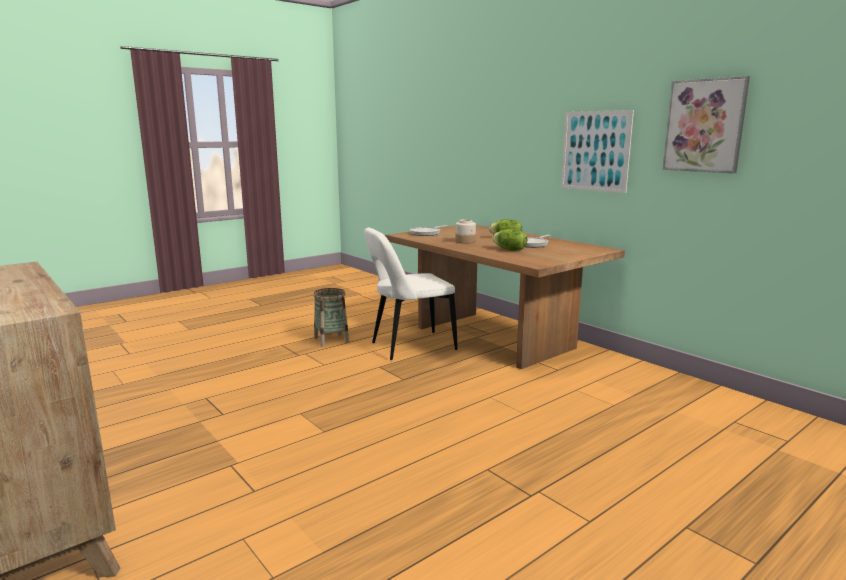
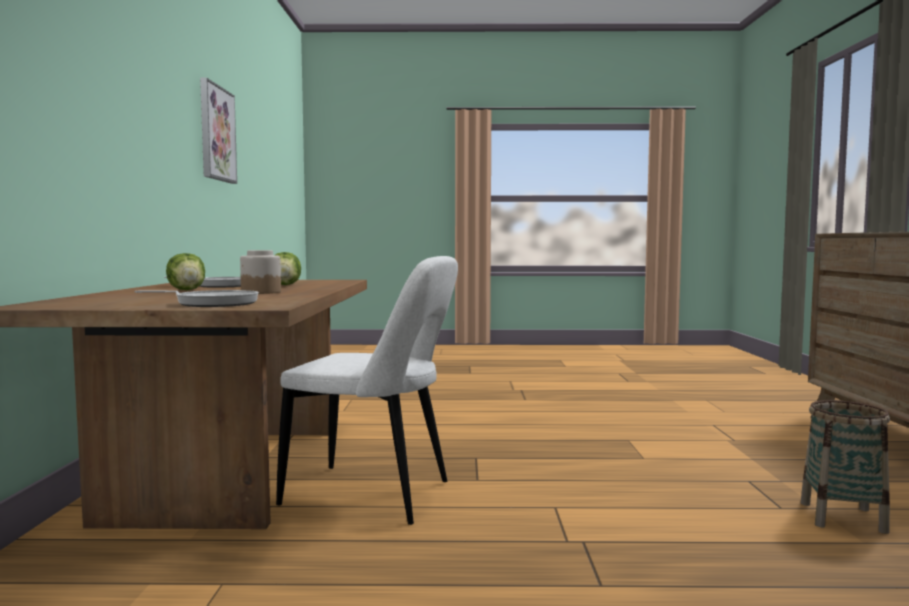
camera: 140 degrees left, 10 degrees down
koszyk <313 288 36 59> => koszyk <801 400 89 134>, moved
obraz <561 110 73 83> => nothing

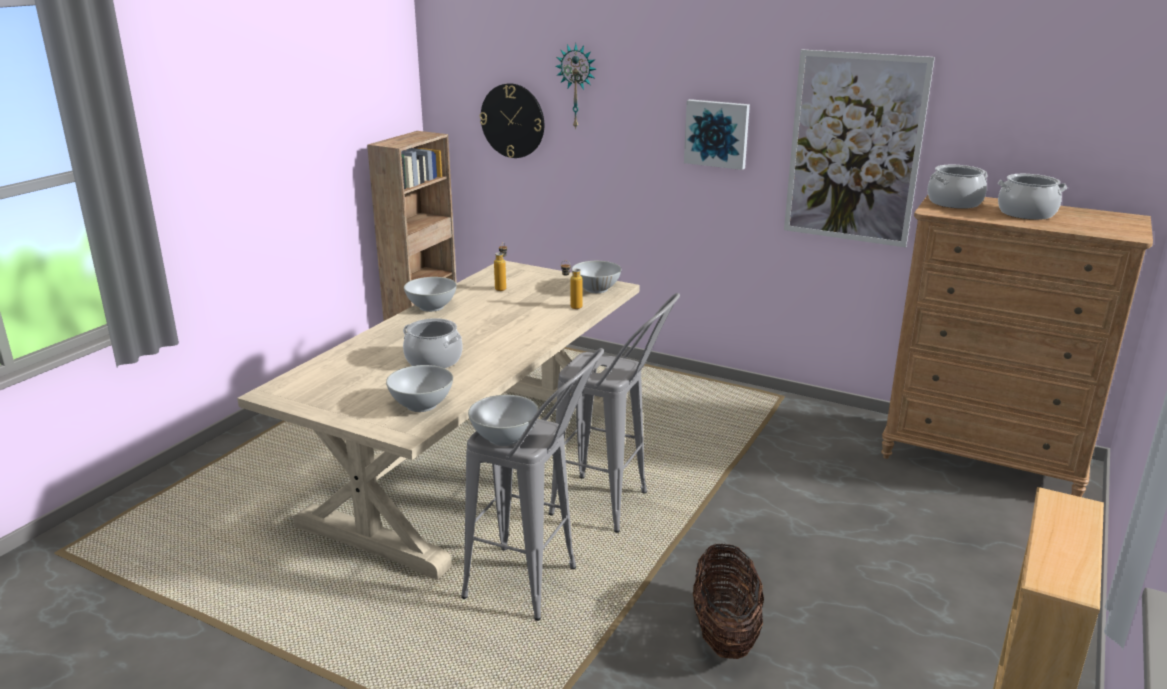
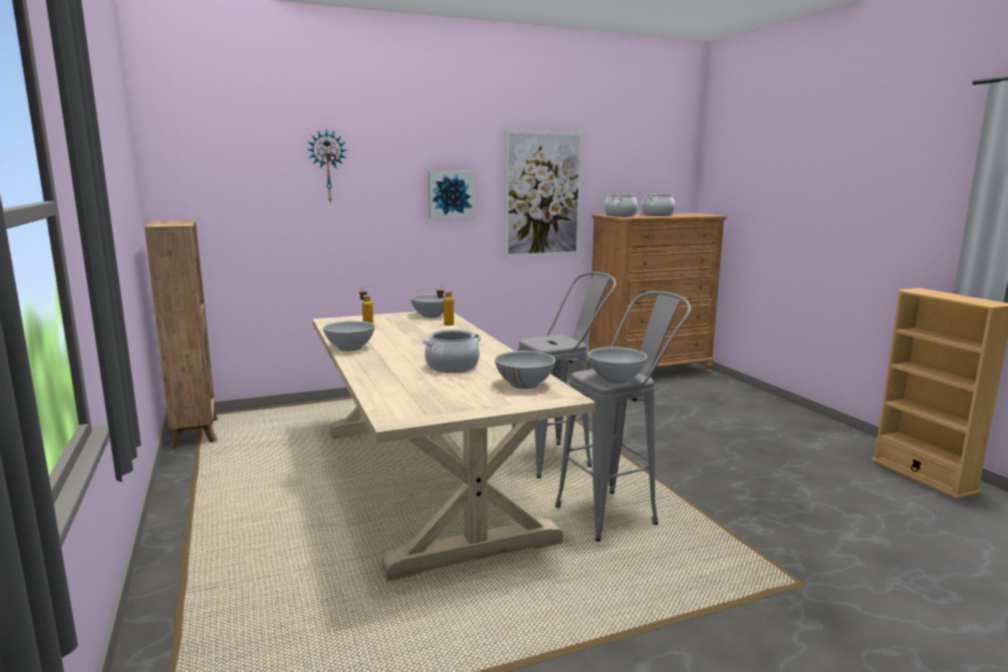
camera: 50 degrees left, 10 degrees down
zegar ścienny <480 83 64 75> => nothing
koszyk <693 543 71 116> => nothing

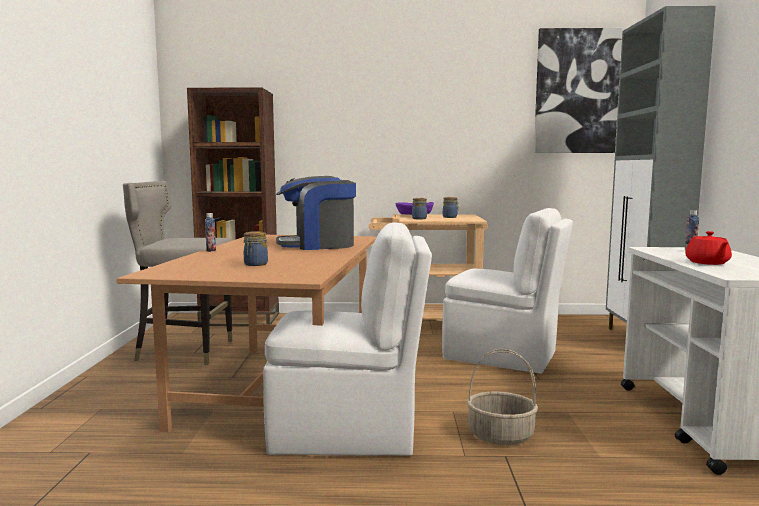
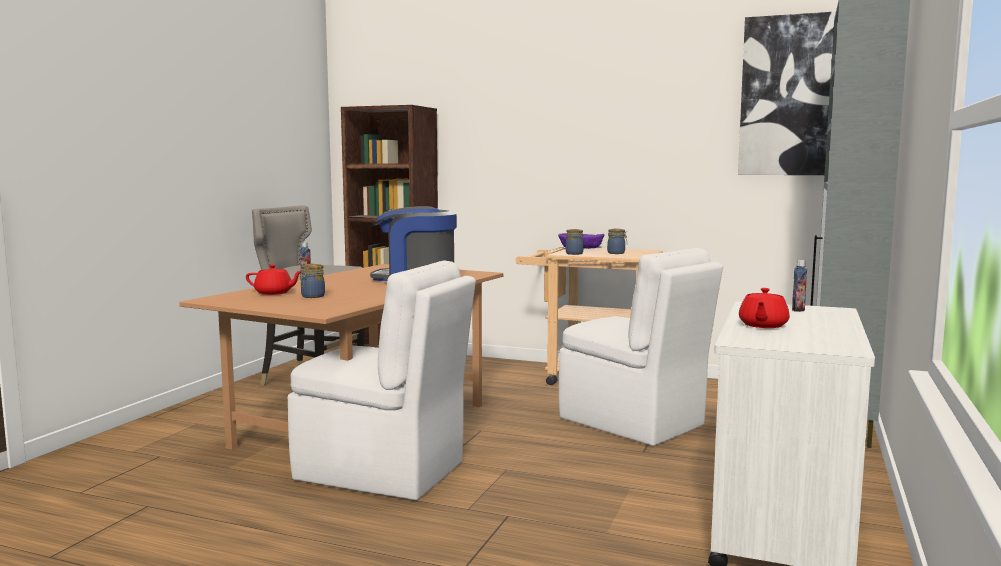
camera: 20 degrees right, 0 degrees up
nothing => imbryk (czerwony) <246 265 56 30>
koszyk <467 349 71 96> => nothing

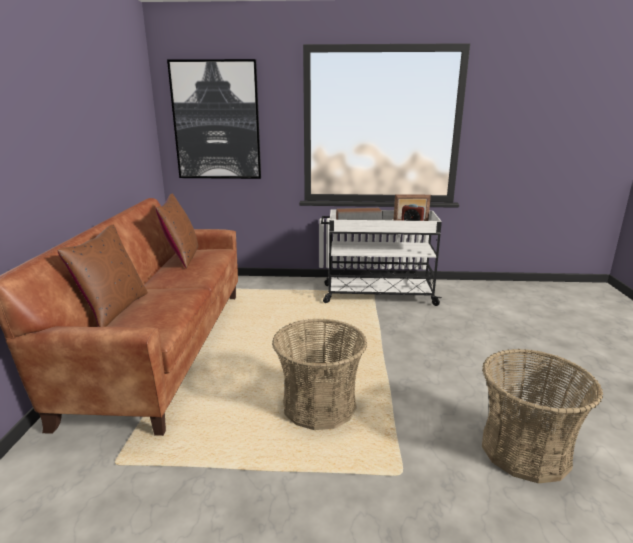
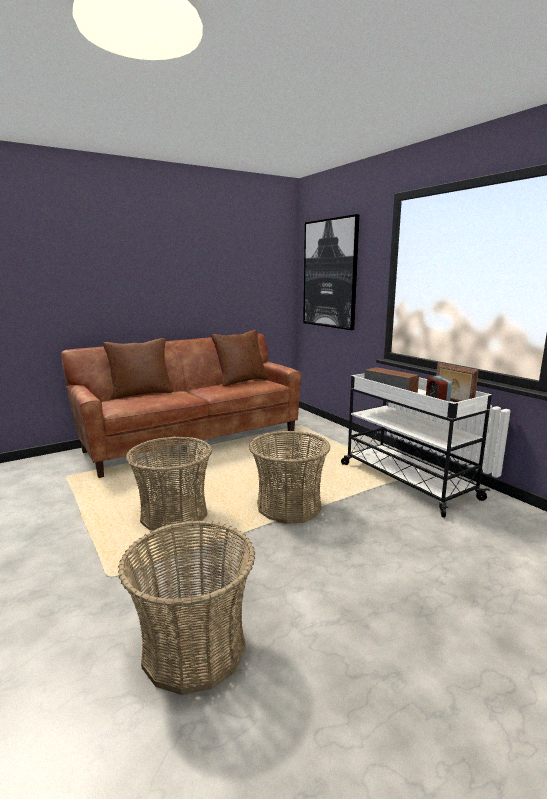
camera: 55 degrees right, 5 degrees down
nothing => koszyk <249 431 81 93>

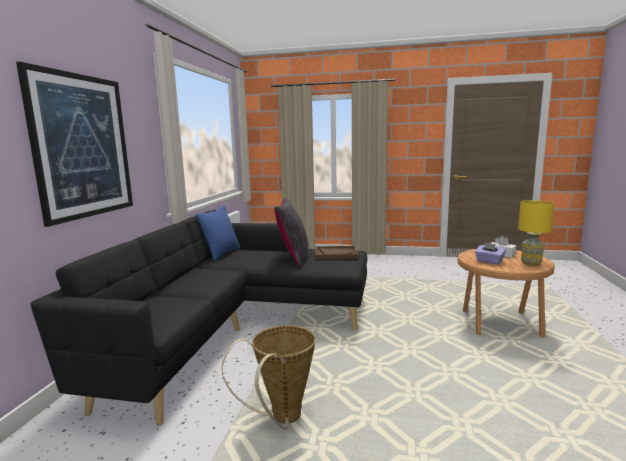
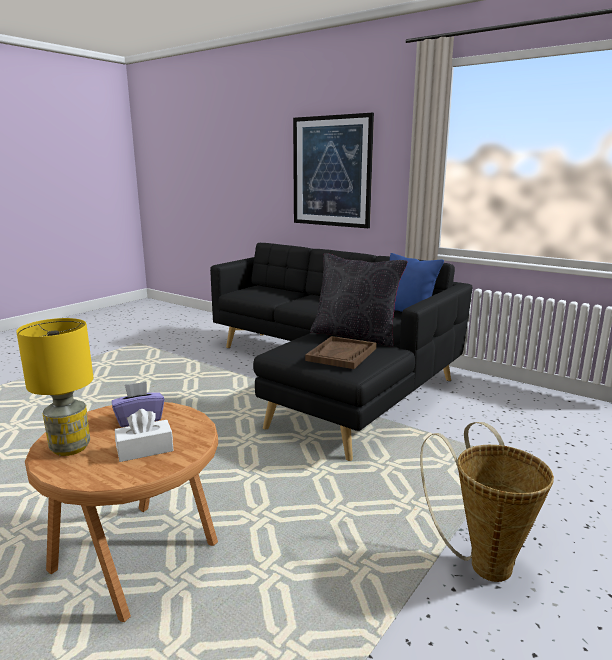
camera: 115 degrees right, 5 degrees up
koszyk <222 325 94 104> => koszyk <420 422 134 160>, moved

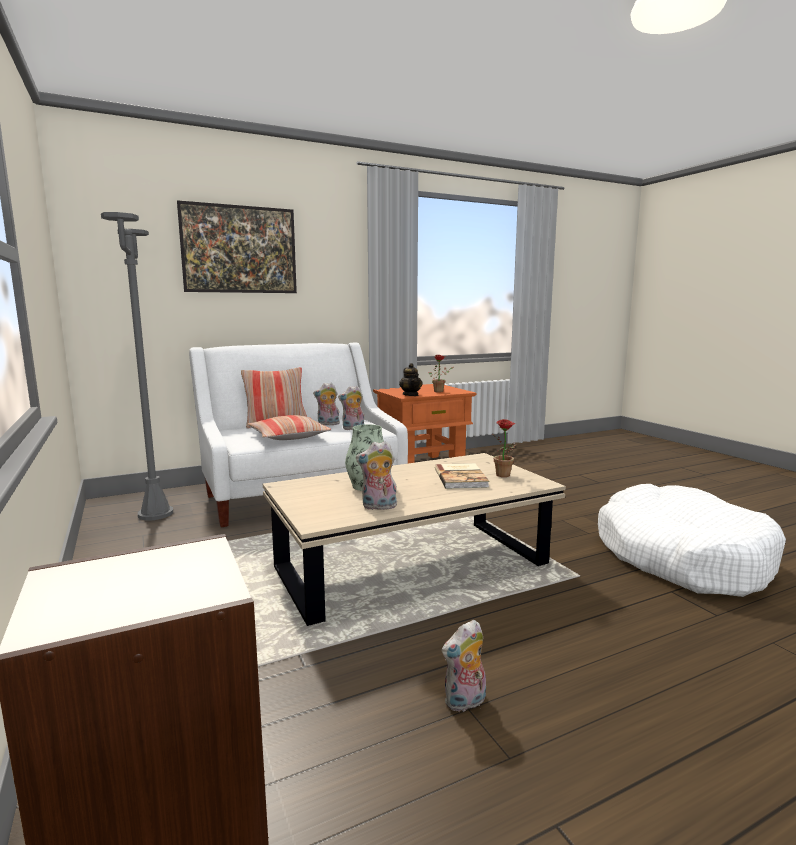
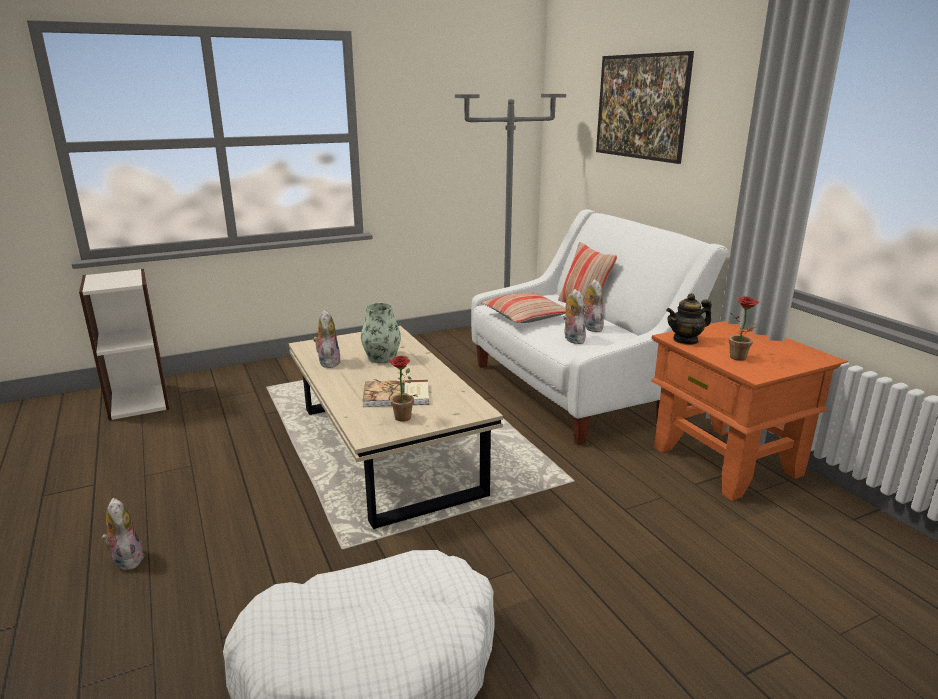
camera: 90 degrees right, 10 degrees up
pluszak <442 620 44 92> => pluszak <101 498 42 73>, moved

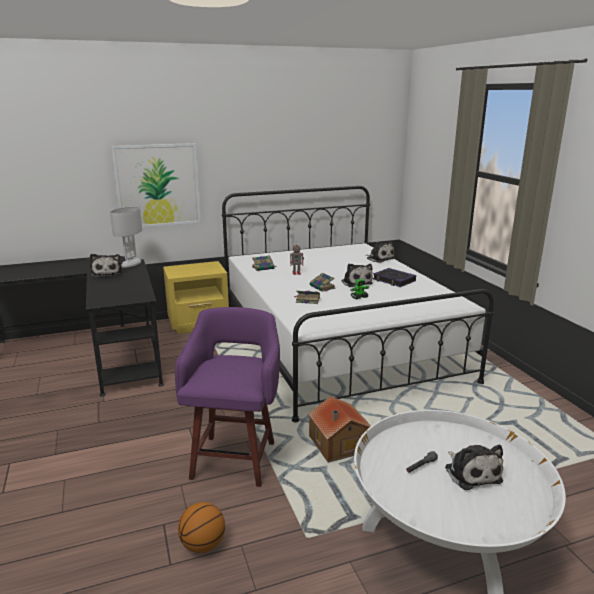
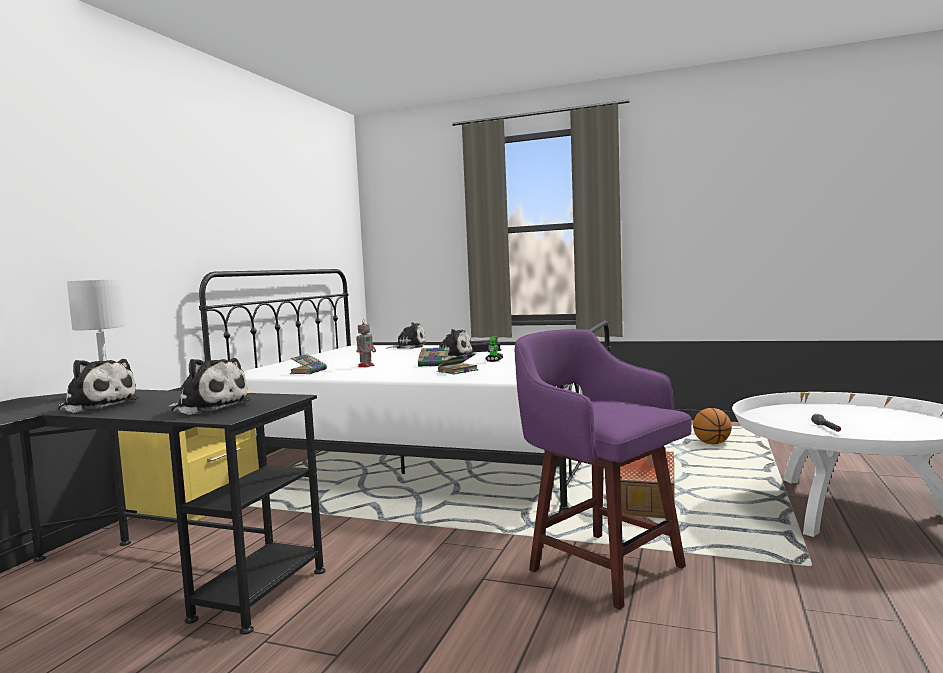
camera: 50 degrees left, 15 degrees down
pluszak <445 445 58 45> => pluszak <169 358 82 57>, moved
piłka do koszykówki <178 502 47 51> => piłka do koszykówki <693 408 39 36>, moved
obraz <111 143 90 84> => nothing

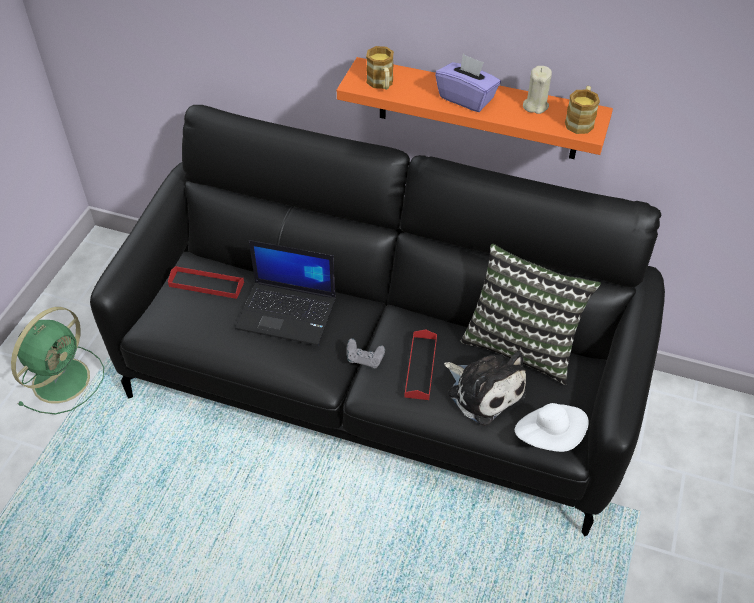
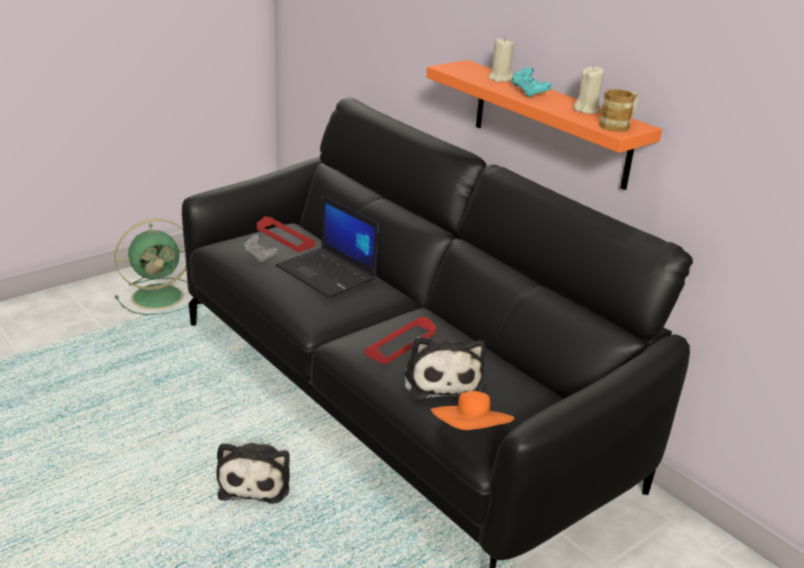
camera: 30 degrees right, 20 degrees down
nothing => pluszak <216 443 74 61>
pad do gier (szary) <347 338 38 31> => pad do gier (szary) <243 234 36 29>, moved
kapelusz (biały) <515 403 74 49> => kapelusz (pomarańczowy) <431 391 83 39>
nothing => świeca (beżowy) <488 37 27 45>
pudełko chusteczek (fioletowy) <435 54 66 58> => pad do gier (turkusowy) <511 67 41 30>
kubek <366 46 28 44> => nothing
poduszka <460 244 141 141> => nothing

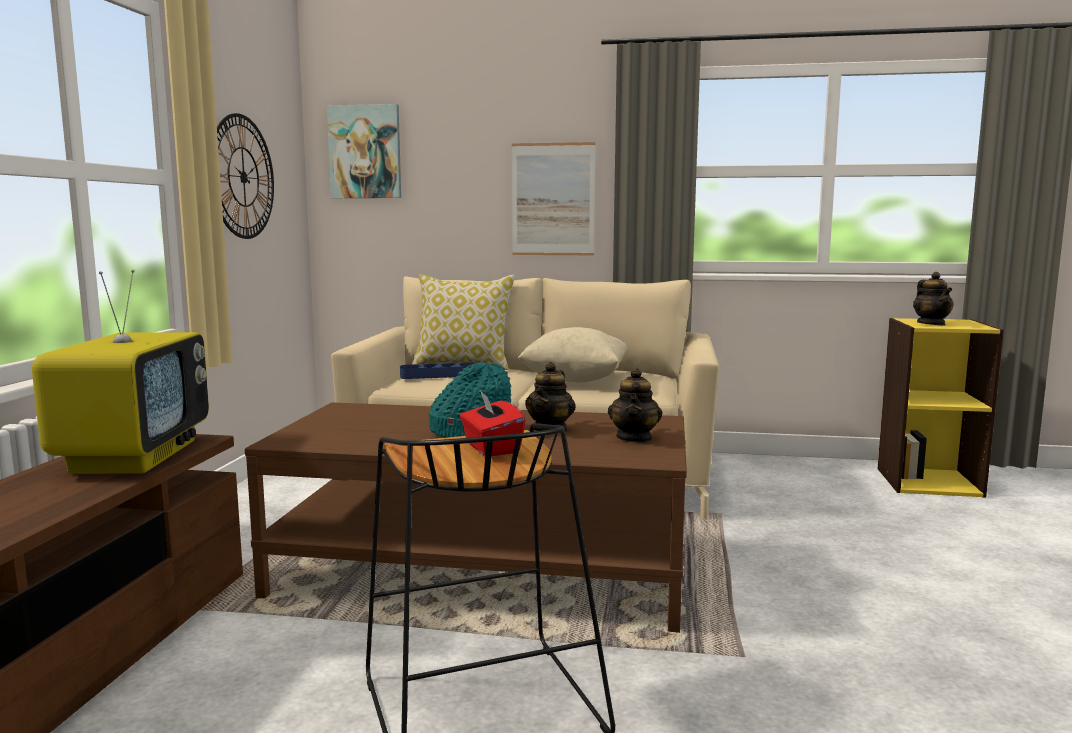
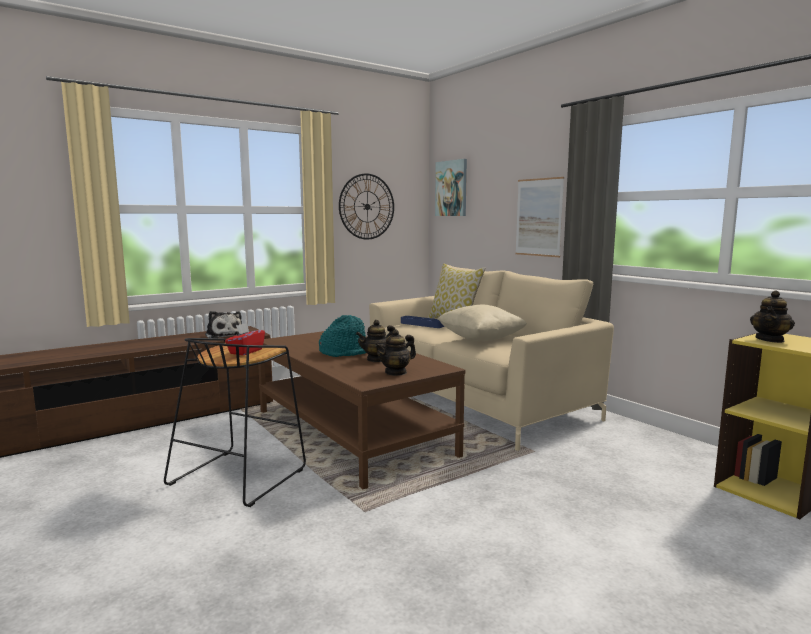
camera: 45 degrees right, 0 degrees up
telewizor <32 270 177 204> => pluszak <205 311 37 27>

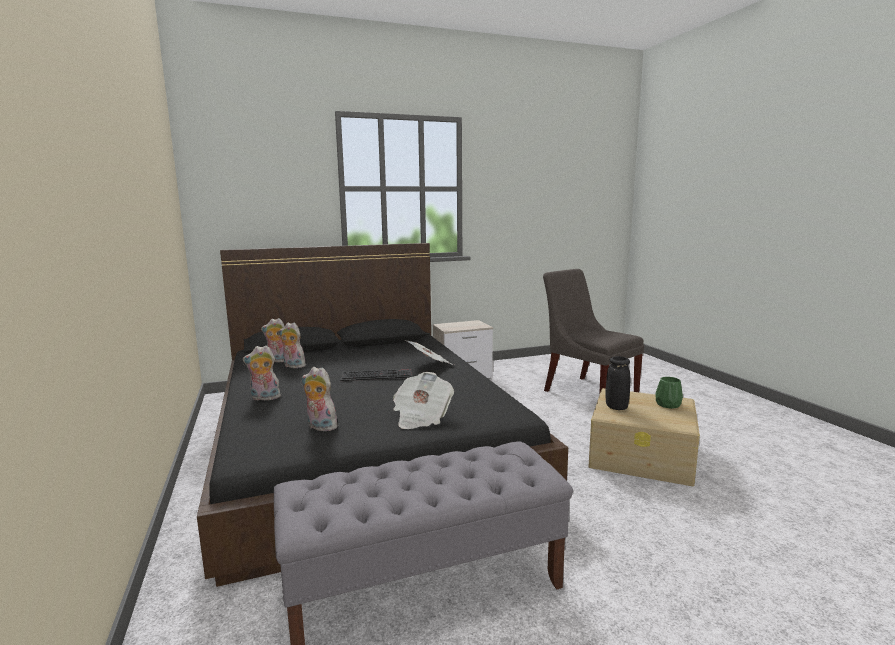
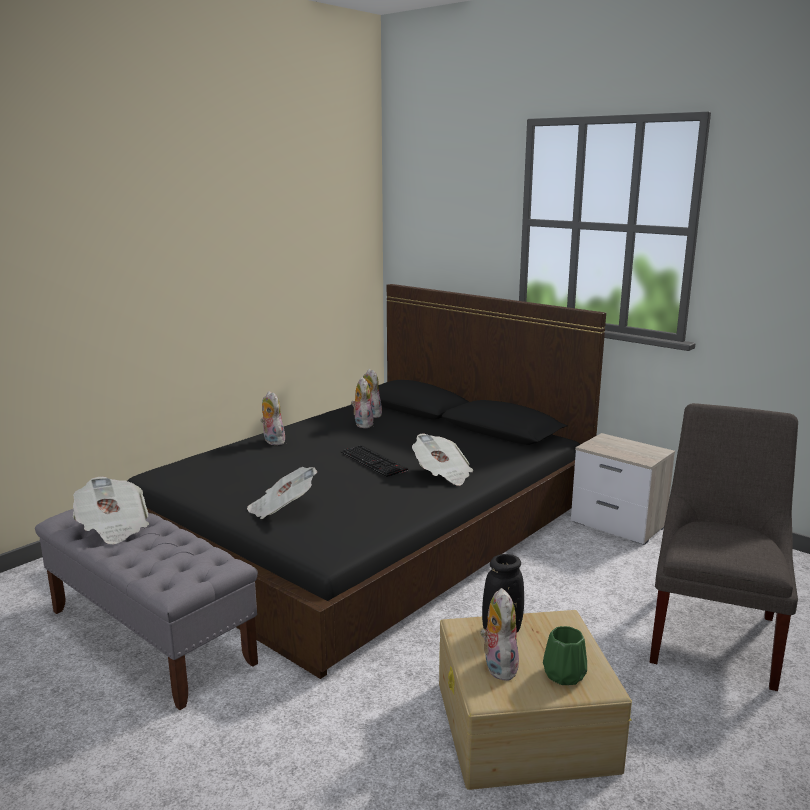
camera: 60 degrees right, 5 degrees up
nothing => gazeta <73 476 76 69>
pluszak <302 367 36 64> => pluszak <480 588 40 93>, moved

